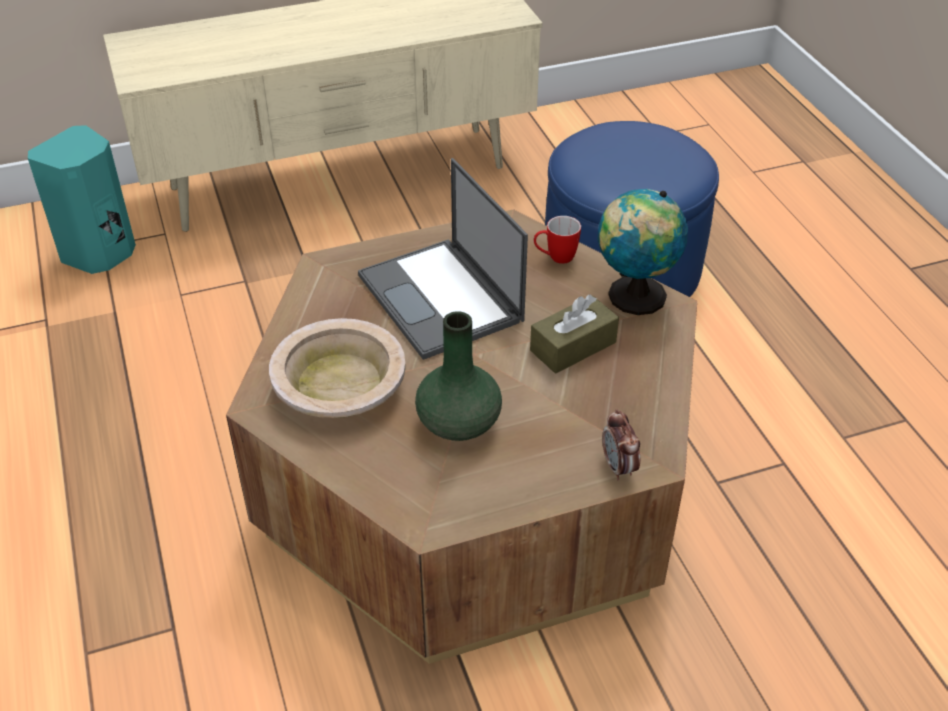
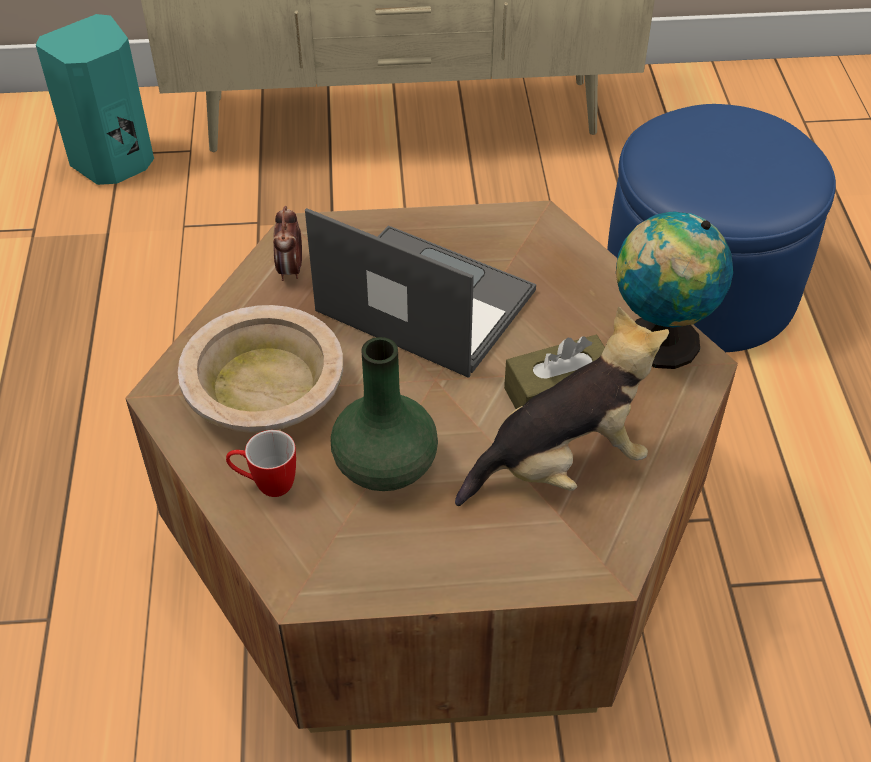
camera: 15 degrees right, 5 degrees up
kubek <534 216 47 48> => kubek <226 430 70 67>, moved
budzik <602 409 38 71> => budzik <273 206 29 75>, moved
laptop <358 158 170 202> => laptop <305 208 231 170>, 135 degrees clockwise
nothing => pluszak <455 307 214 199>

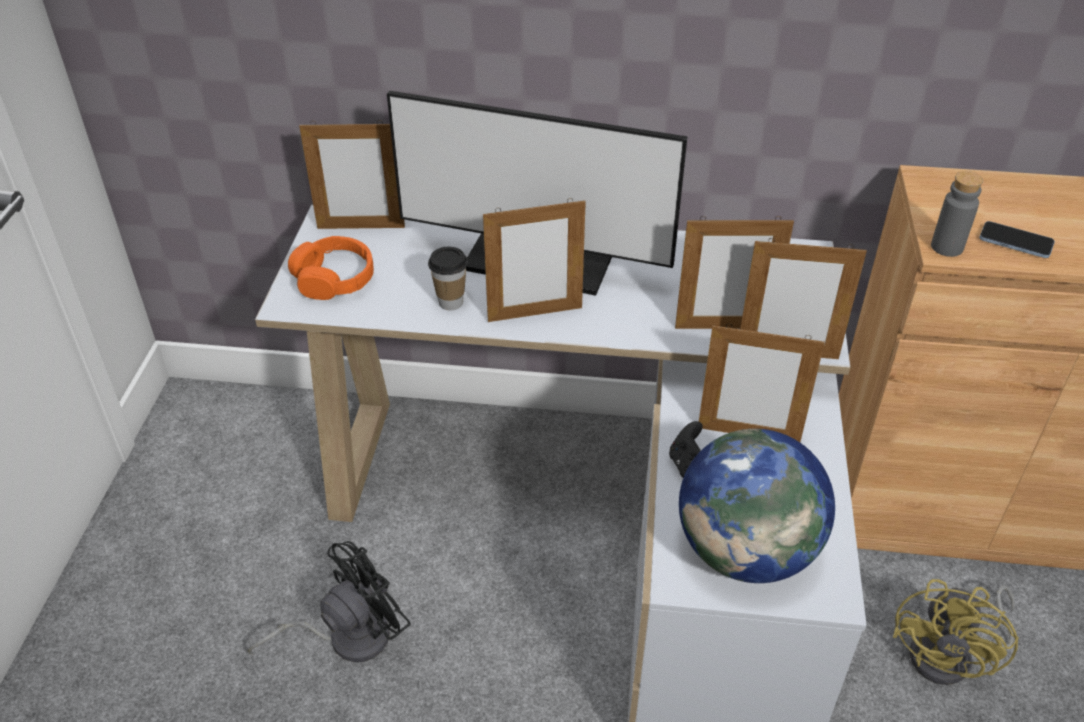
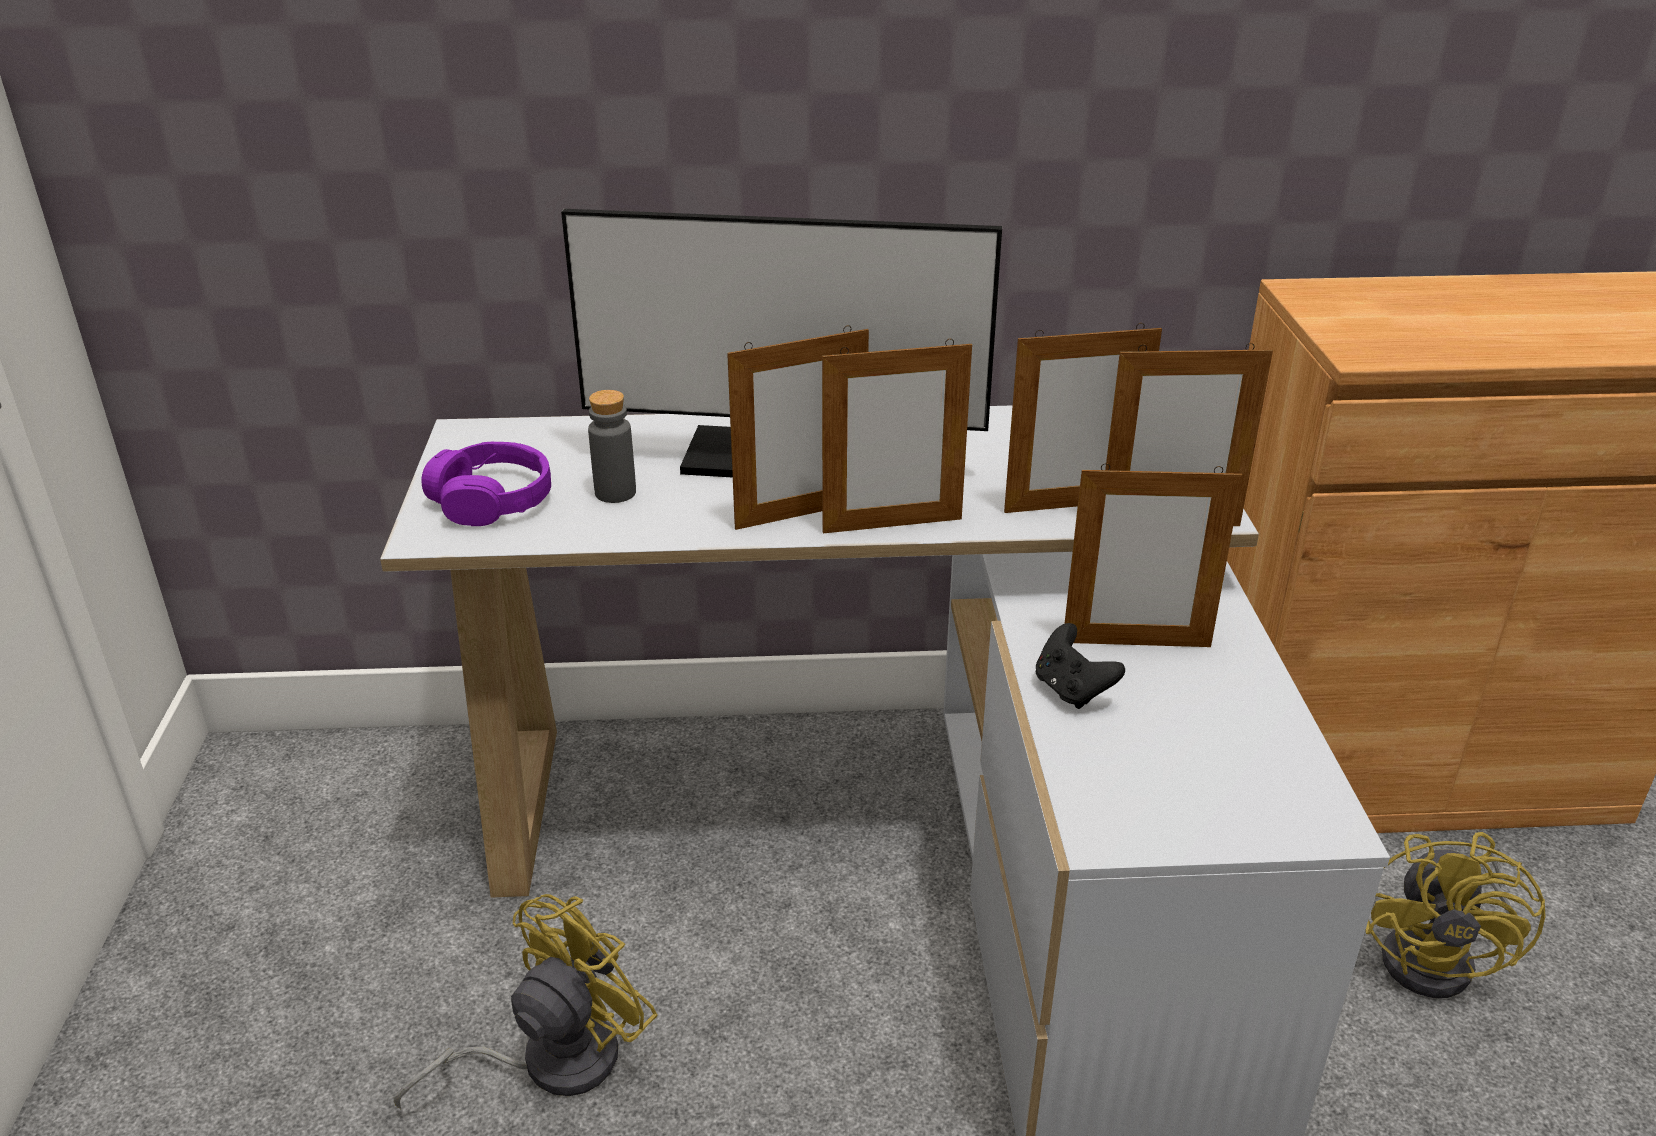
camera: 10 degrees left, 10 degrees down
wentylator (czarny) <247 541 164 121> => wentylator (żółty) <394 894 264 215>
słuchawki (pomarańczowy) <288 236 86 64> => słuchawki (fioletowy) <421 441 130 85>
butelka (szary) <931 171 52 86> => butelka (szary) <588 390 48 113>, moved
ramka na zdjęcie <299 120 106 109> => ramka na zdjęcie <822 339 150 194>, moved
filiżanka <428 247 40 63> => nothing
globus <679 429 156 154> => nothing
telefon <979 221 76 37> => nothing

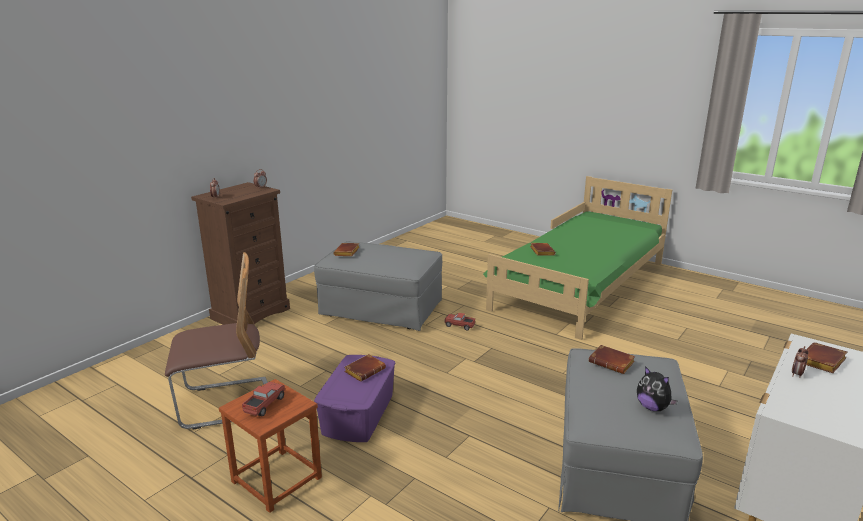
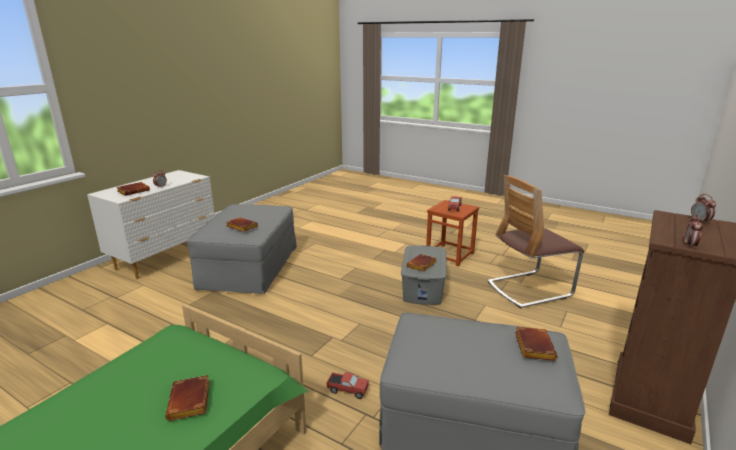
camera: 175 degrees right, 0 degrees up
pojemnik do przechowywania (fioletowy) <314 355 82 87> => pojemnik do przechowywania (szary) <401 245 46 60>
pluszak <637 366 41 45> => nothing

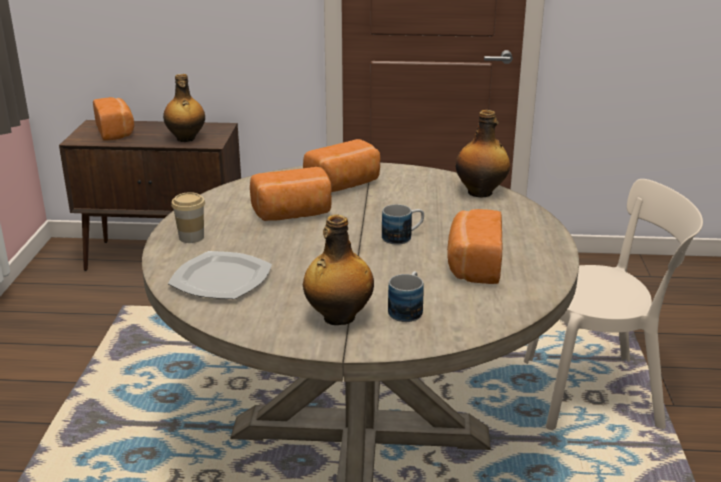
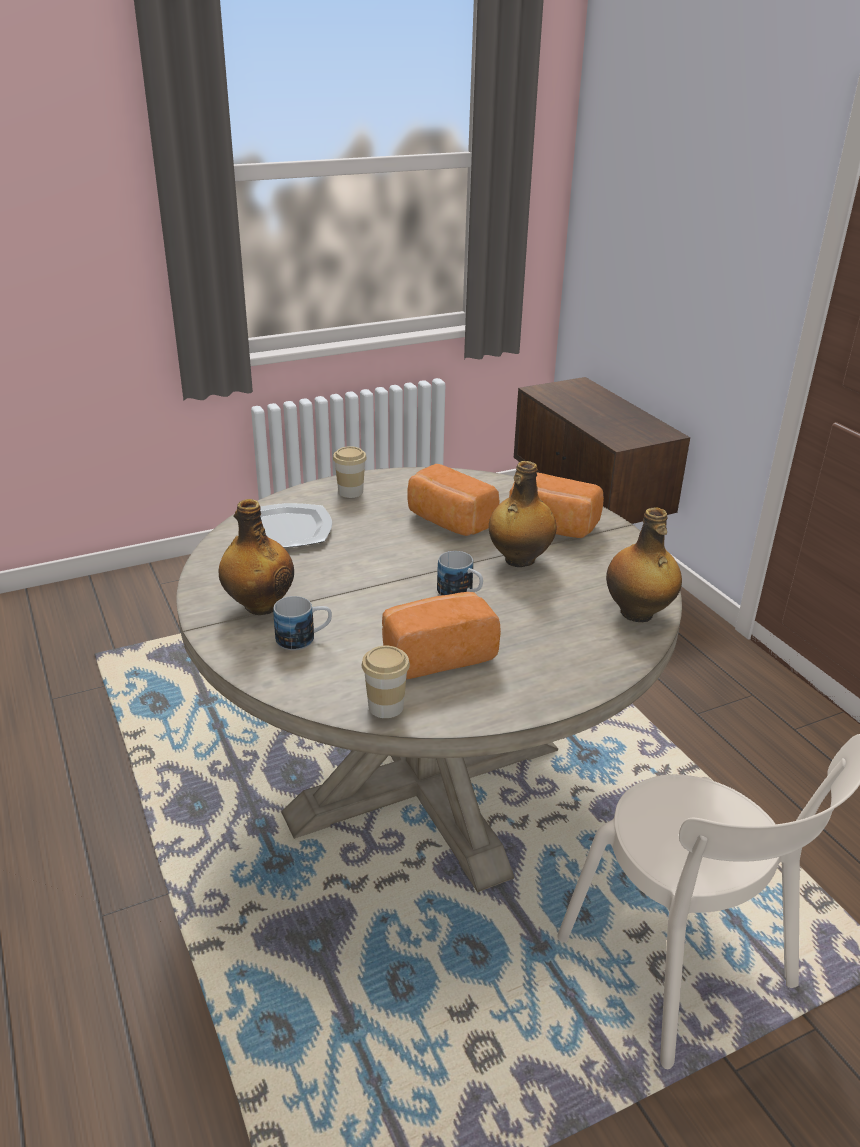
camera: 60 degrees right, 5 degrees up
nothing => filiżanka <362 646 48 72>
butelka <163 74 42 68> => butelka <489 461 67 106>, moved
chleb <93 97 41 44> => nothing

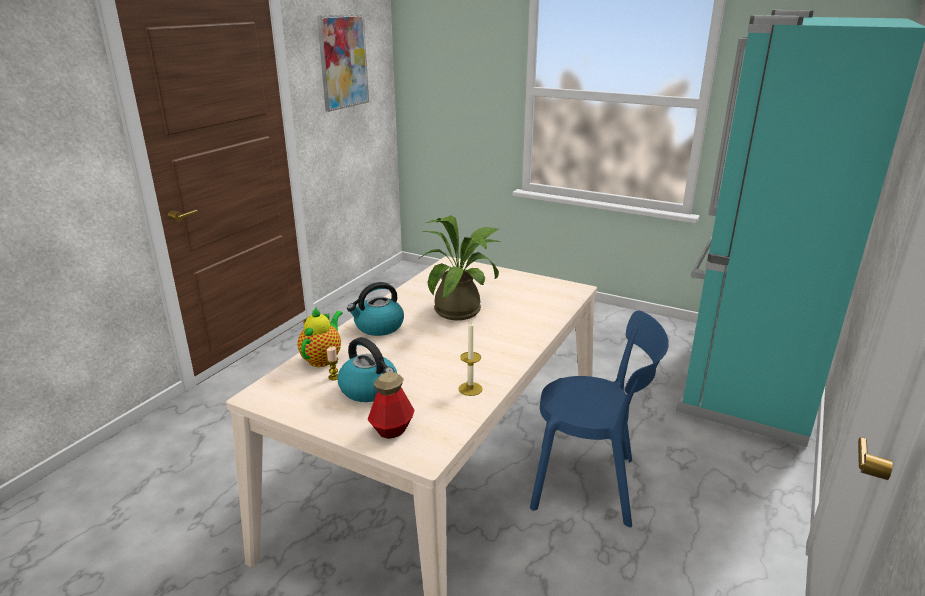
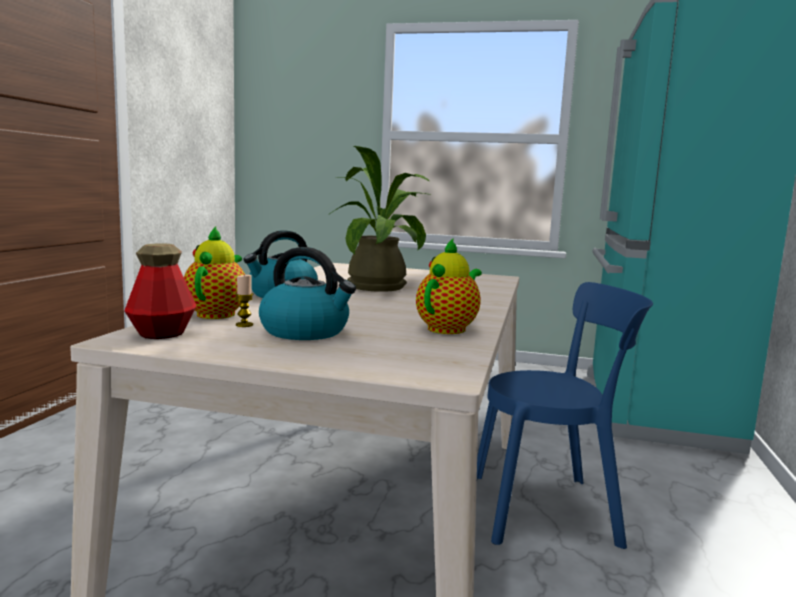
camera: 15 degrees left, 15 degrees down
butelka <367 372 48 67> => butelka <124 243 73 96>, moved
świeca <458 320 25 76> => imbryk <416 239 66 95>
obraz <317 14 52 98> => nothing

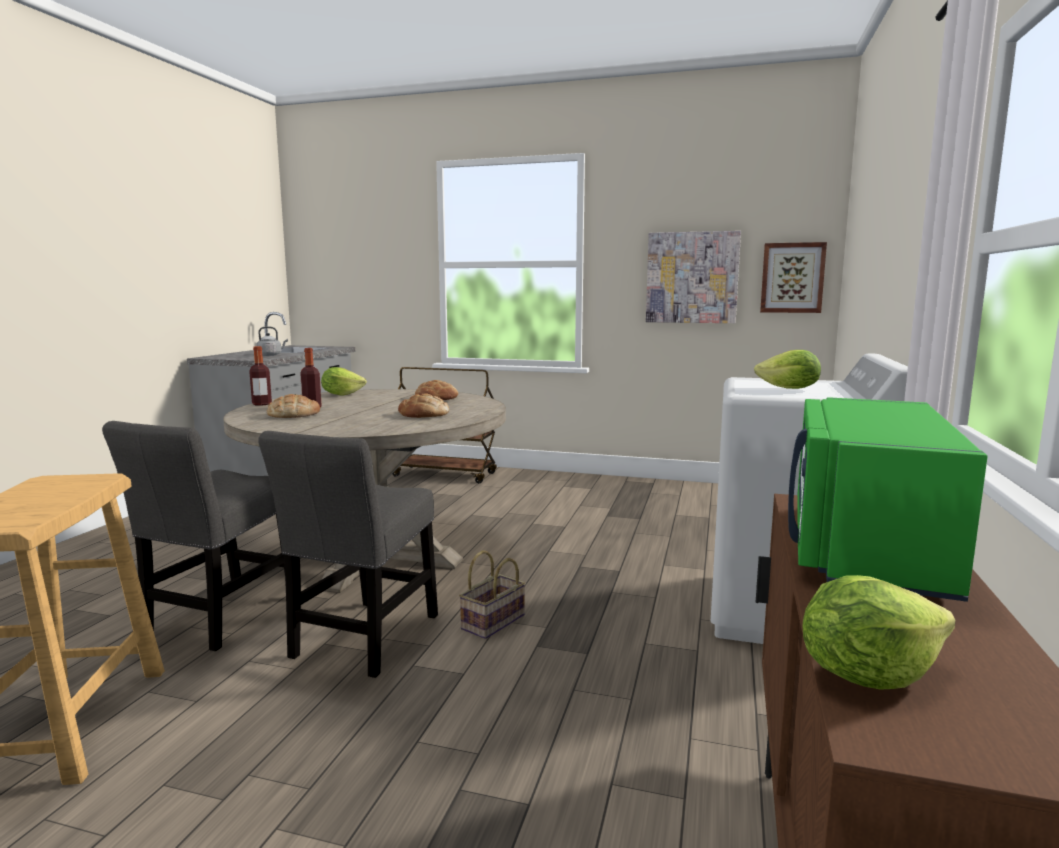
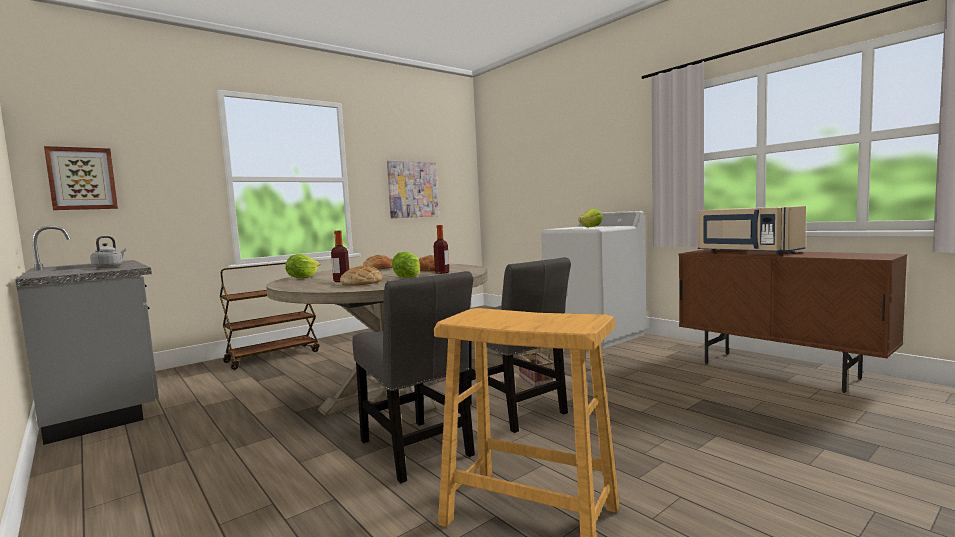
camera: 55 degrees left, 5 degrees down
obraz <760 242 67 71> => obraz <44 146 74 64>, moved
sałata <803 575 153 115> => sałata <392 252 28 26>, moved
butelka <249 346 23 60> => butelka <434 225 15 49>, moved
mikrofalówka (zielony) <788 397 200 205> => mikrofalówka (beżowy) <698 206 108 49>

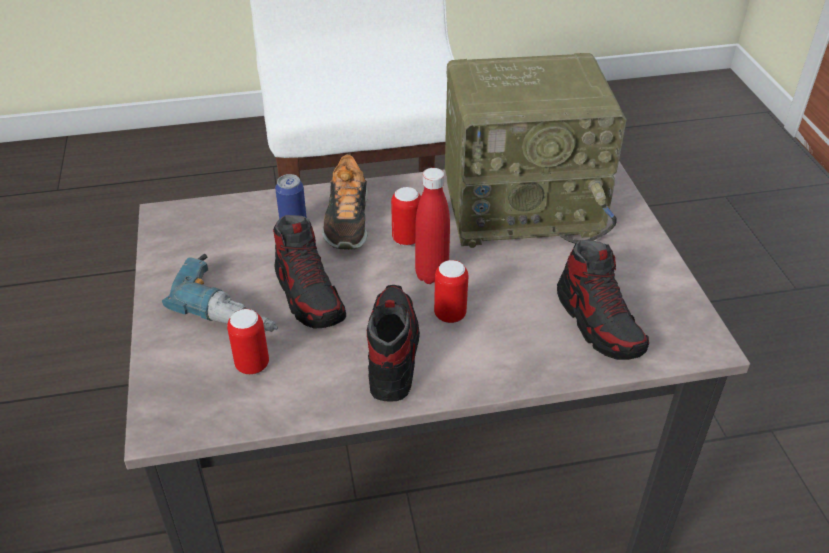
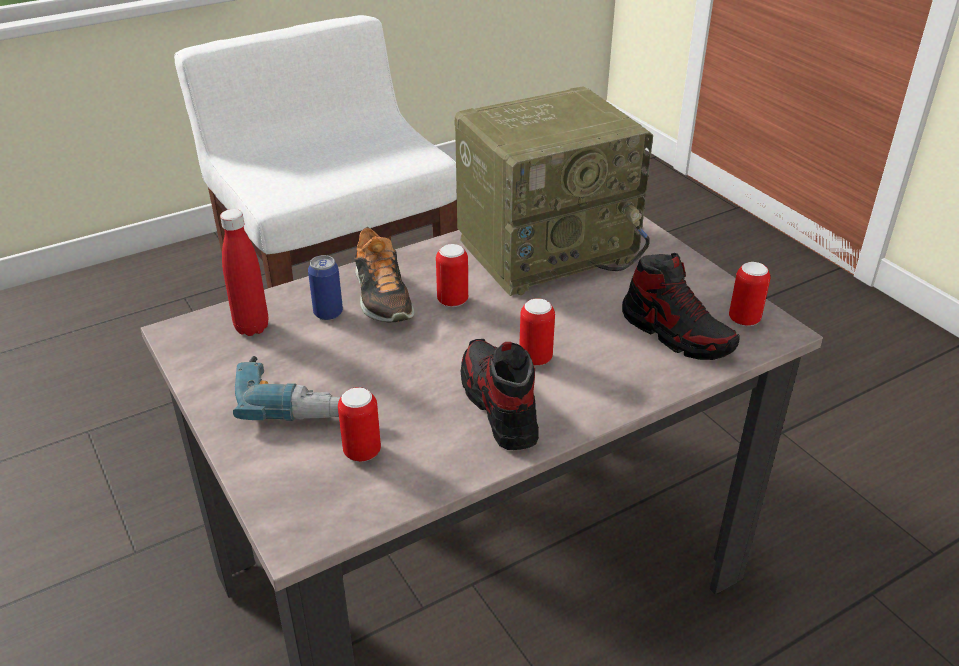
camera: 20 degrees left, 5 degrees down
butelka (czerwony) <415 168 35 116> => butelka (czerwony) <220 209 48 127>, moved
nothing => puszka <729 262 42 64>
but <273 215 73 114> => nothing

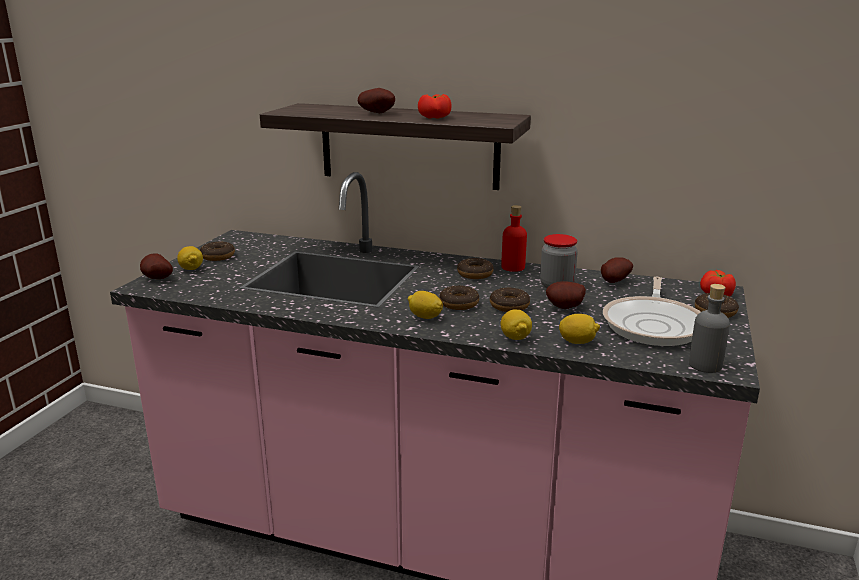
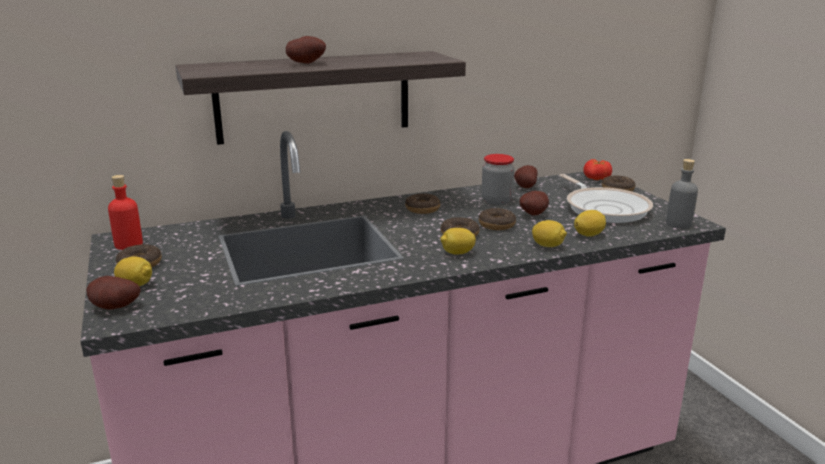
camera: 40 degrees left, 0 degrees up
butelka (czerwony) <501 205 26 67> => butelka (czerwony) <108 175 35 75>, moved
pomidor <418 94 34 25> => nothing

